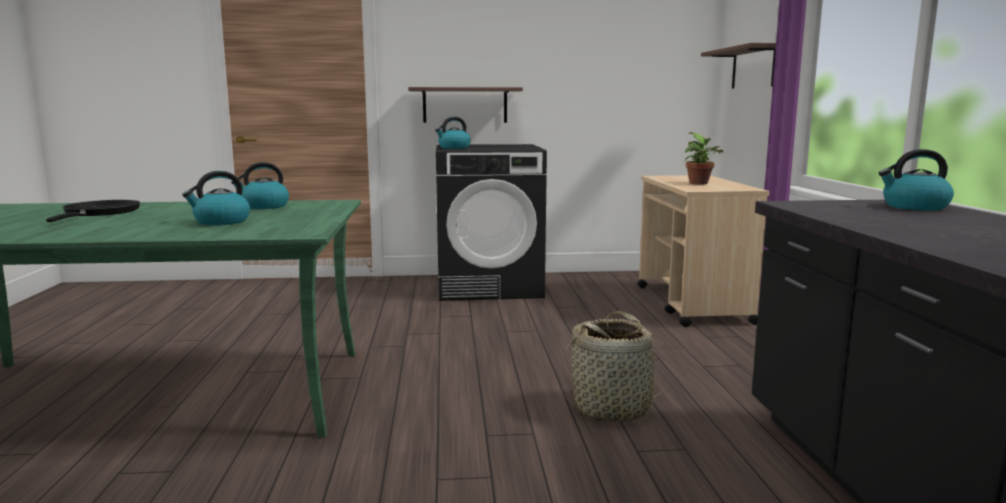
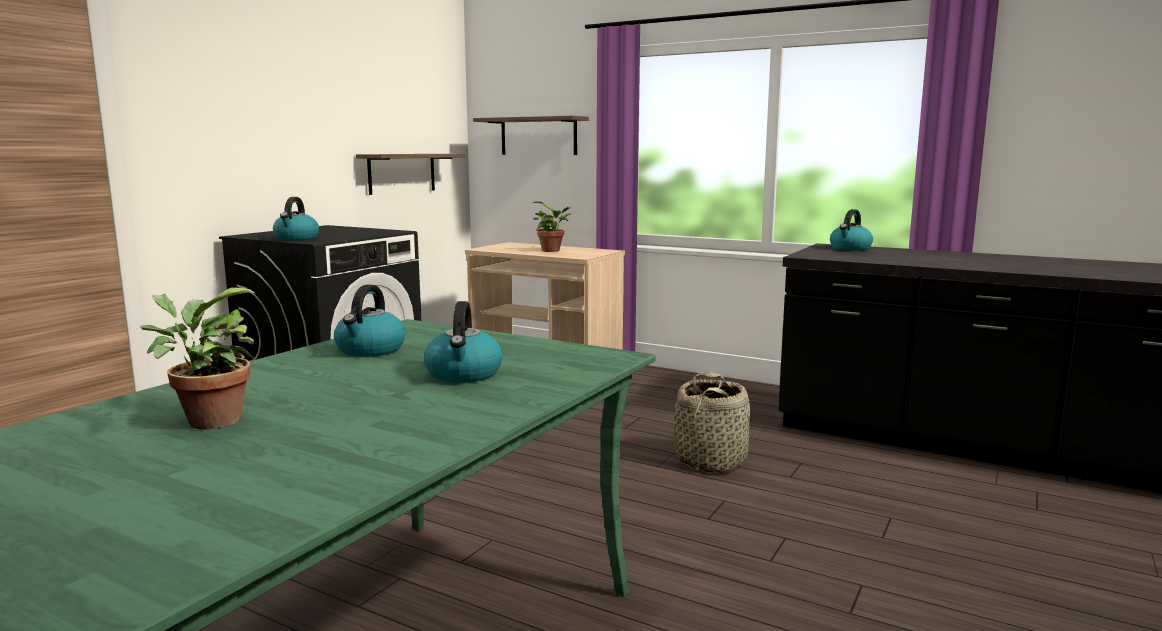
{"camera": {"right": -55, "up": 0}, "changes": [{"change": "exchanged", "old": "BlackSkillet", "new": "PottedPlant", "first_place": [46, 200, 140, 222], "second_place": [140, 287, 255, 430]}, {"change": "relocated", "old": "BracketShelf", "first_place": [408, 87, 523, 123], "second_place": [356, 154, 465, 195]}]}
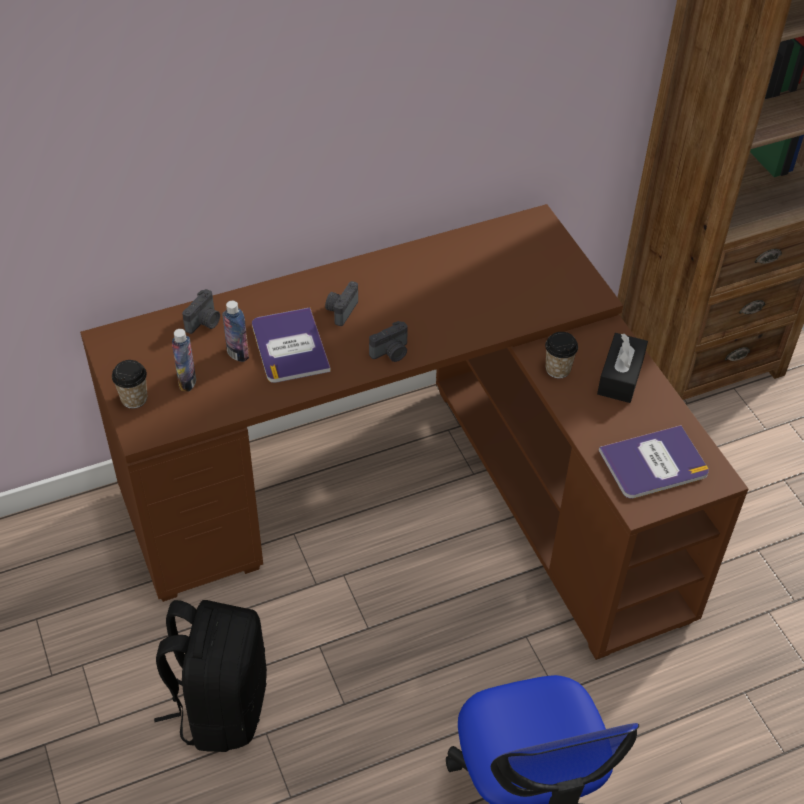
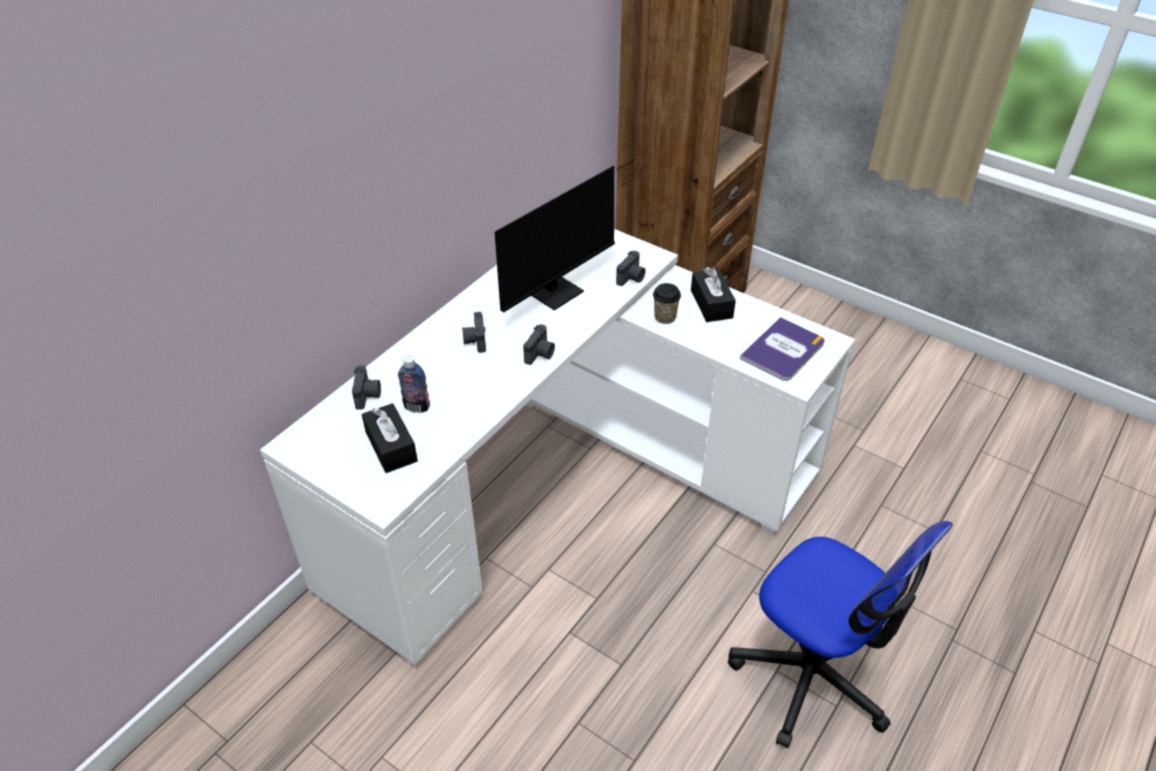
{"camera": {"right": -30, "up": -5}, "changes": [{"change": "colour", "old": "BrownColouredDesk", "new": "WhitishDesk", "first_place": [80, 204, 748, 660], "second_place": [260, 229, 855, 667]}, {"change": "exchanged", "old": "Bottle", "new": "BlackBoxOfTissues", "first_place": [172, 329, 196, 392], "second_place": [362, 403, 418, 473]}, {"change": "appeared", "new": "ComputerDisplay", "second_place": [495, 159, 649, 312]}, {"change": "appeared", "new": "PhotoCamera", "second_place": [616, 251, 646, 286]}, {"change": "missing", "old": "SmallCup", "first_place": [112, 360, 147, 409]}, {"change": "missing", "old": "BlackRucksack", "first_place": [154, 600, 267, 752]}, {"change": "missing", "old": "BoundBook", "first_place": [252, 307, 331, 383]}]}
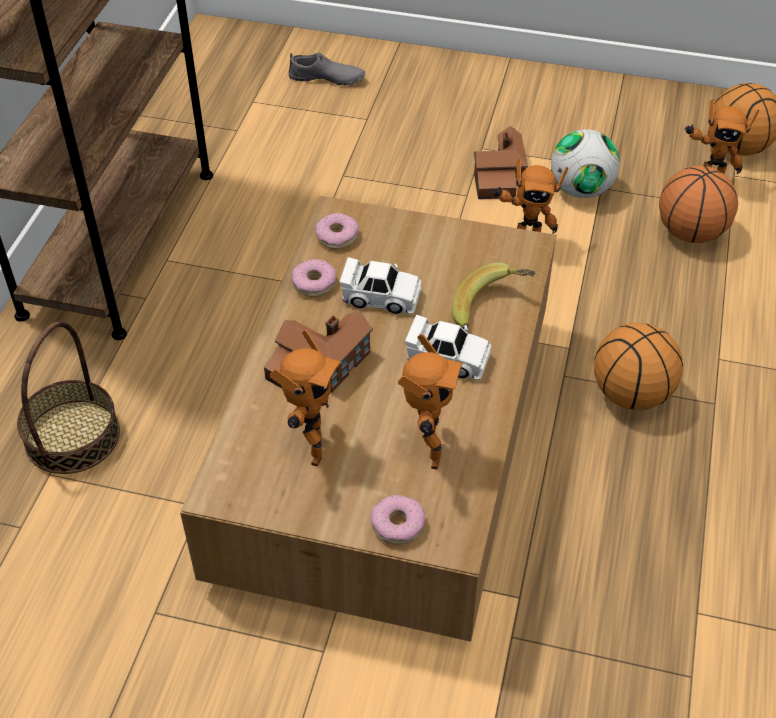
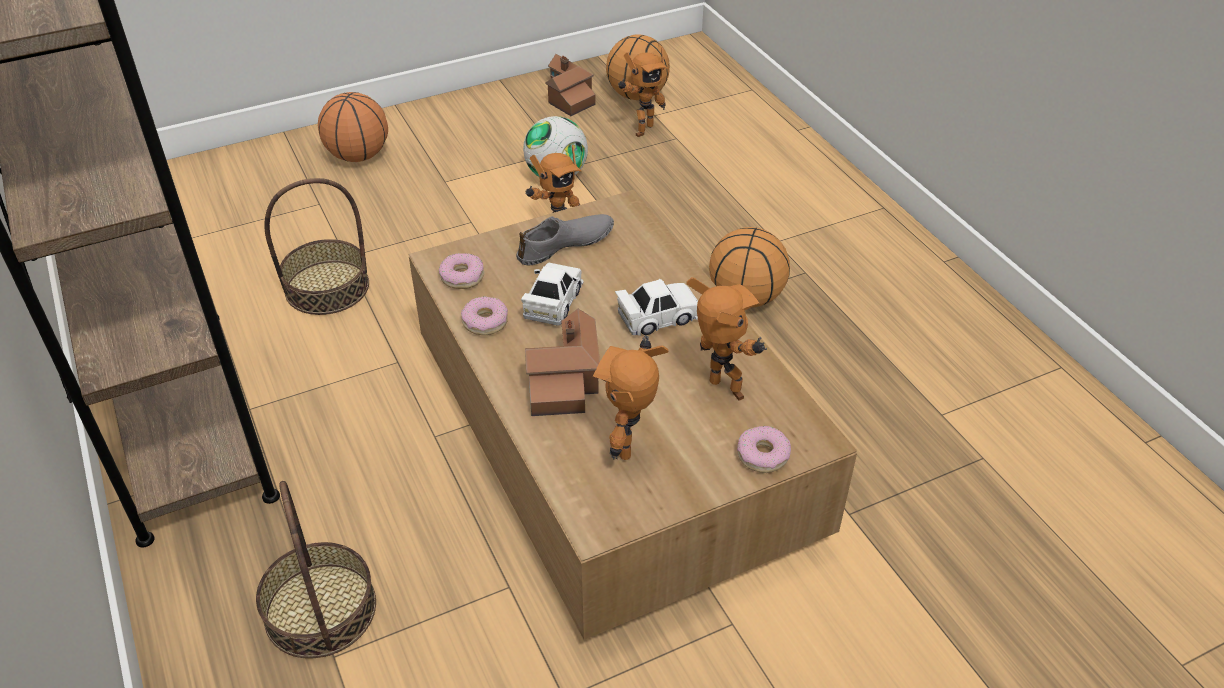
{"camera": {"right": -40, "up": -5}, "changes": [{"change": "appeared", "new": "StorageBasket", "second_place": [264, 178, 369, 315]}, {"change": "relocated", "old": "Basketball", "first_place": [659, 166, 738, 243], "second_place": [318, 92, 388, 162]}, {"change": "relocated", "old": "GrayLowShoe", "first_place": [288, 52, 365, 85], "second_place": [516, 214, 614, 265]}, {"change": "spun", "old": "WhitishToyCar", "first_place": [339, 257, 421, 314], "second_place": [521, 263, 584, 326], "degrees": -45}, {"change": "relocated", "old": "ToyHouse", "first_place": [474, 126, 528, 199], "second_place": [545, 54, 596, 116]}, {"change": "spun", "old": "ModelRobot", "first_place": [270, 330, 342, 466], "second_place": [593, 335, 669, 460], "degrees": -135}, {"change": "missing", "old": "WholeBanana", "first_place": [452, 263, 535, 329]}]}
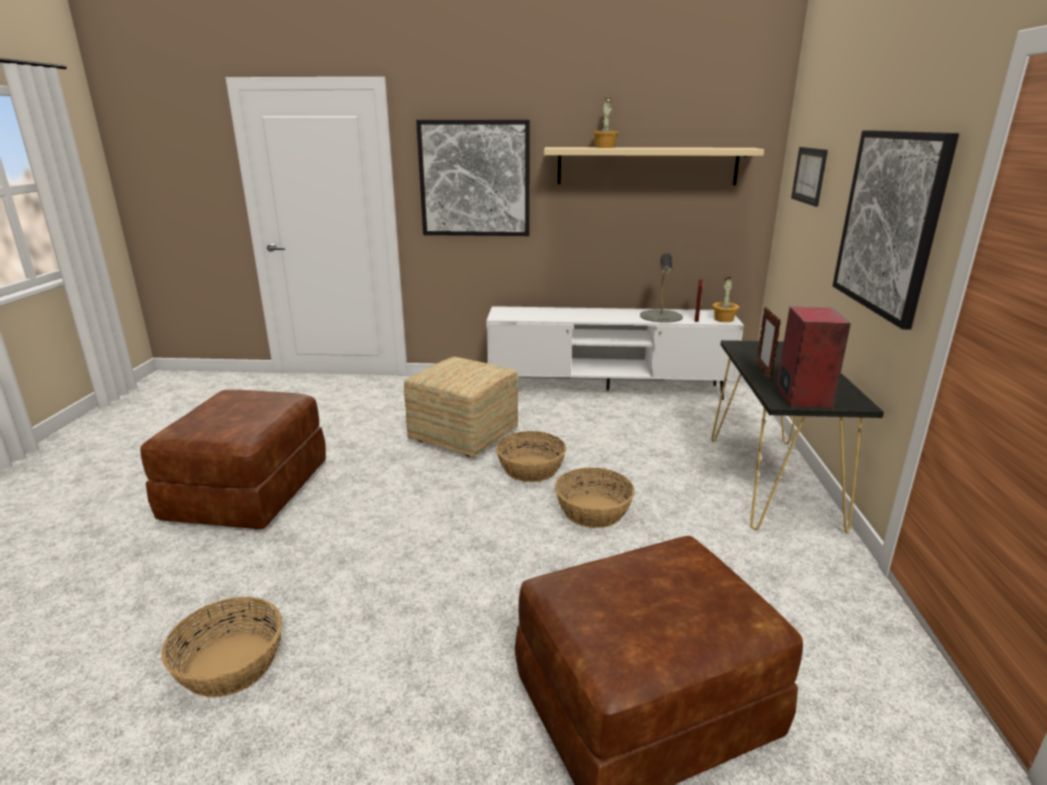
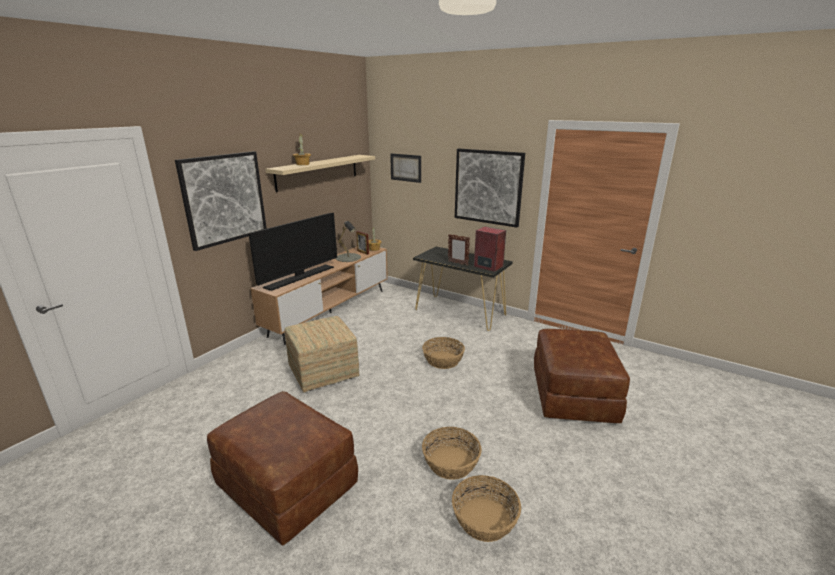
{"camera": {"right": -60, "up": 0}, "changes": [{"change": "appeared", "new": "Television", "second_place": [248, 213, 337, 291]}, {"change": "colour", "old": "WhitishTvStand", "new": "BrownColouredTvStand", "first_place": [486, 306, 744, 400], "second_place": [250, 247, 388, 345]}, {"change": "relocated", "old": "StorageBasket", "first_place": [496, 431, 566, 482], "second_place": [422, 427, 481, 480]}]}
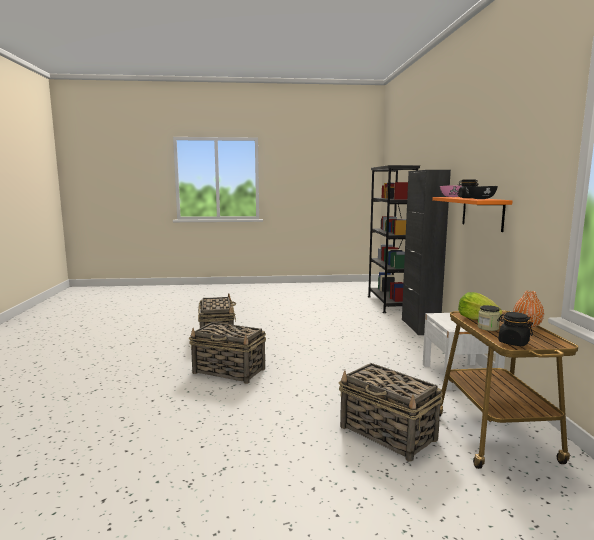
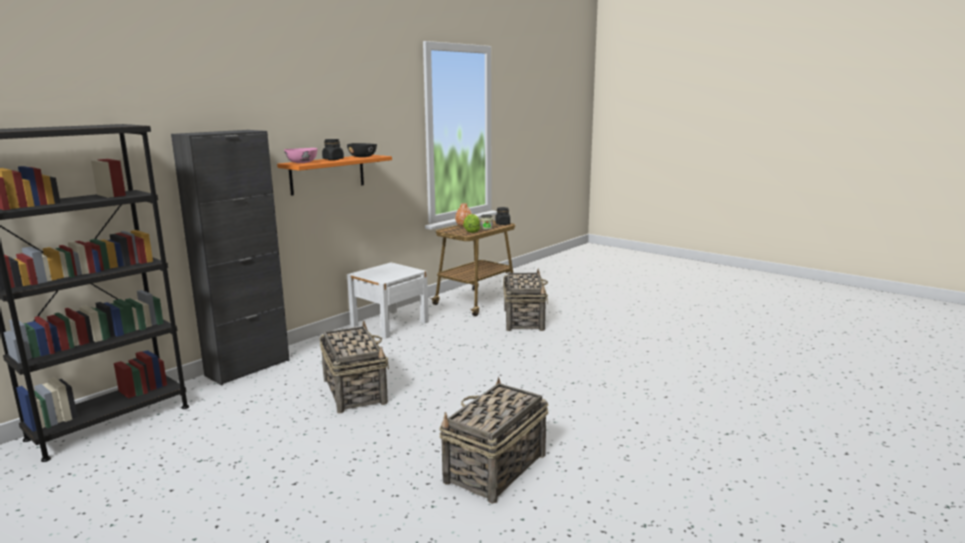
{"camera": {"right": -135, "up": 5}, "changes": [{"change": "relocated", "old": "StorageBasket", "first_place": [189, 322, 266, 384], "second_place": [320, 321, 389, 413]}]}
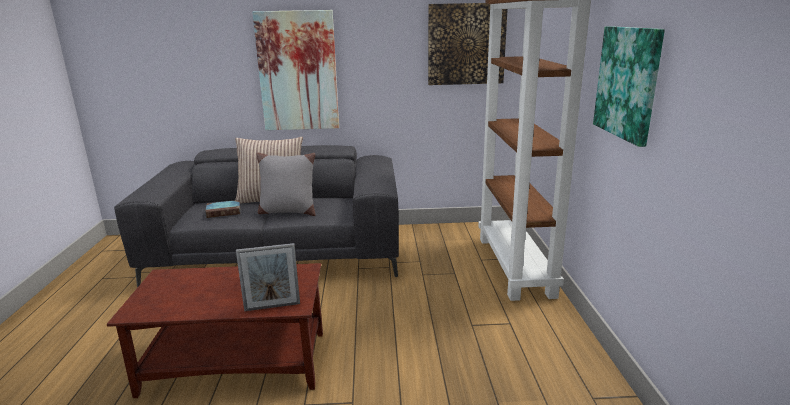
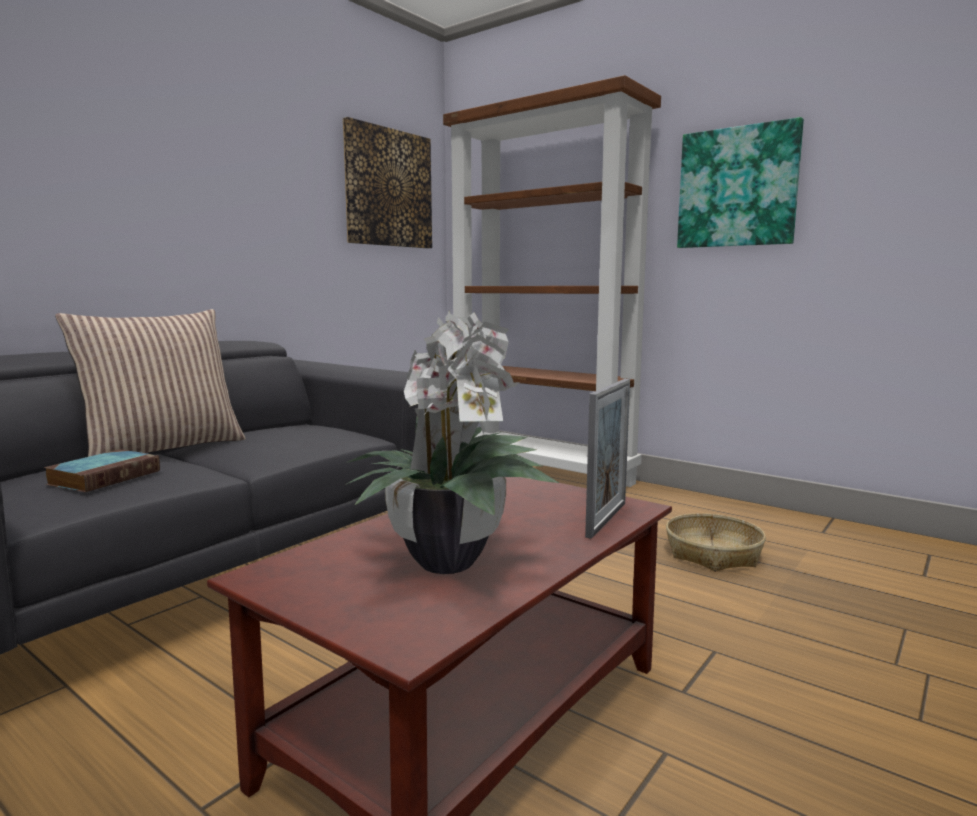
{"camera": {"right": -50, "up": -10}, "changes": [{"change": "appeared", "new": "PottedPlant", "second_place": [346, 311, 559, 574]}, {"change": "appeared", "new": "StorageBasket", "second_place": [666, 513, 766, 571]}, {"change": "missing", "old": "WallArt", "first_place": [252, 10, 339, 130]}, {"change": "missing", "old": "GrayCushion", "first_place": [256, 153, 315, 216]}]}
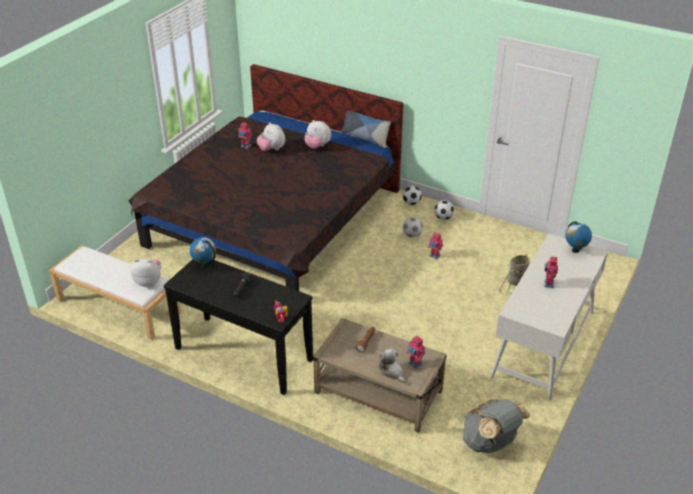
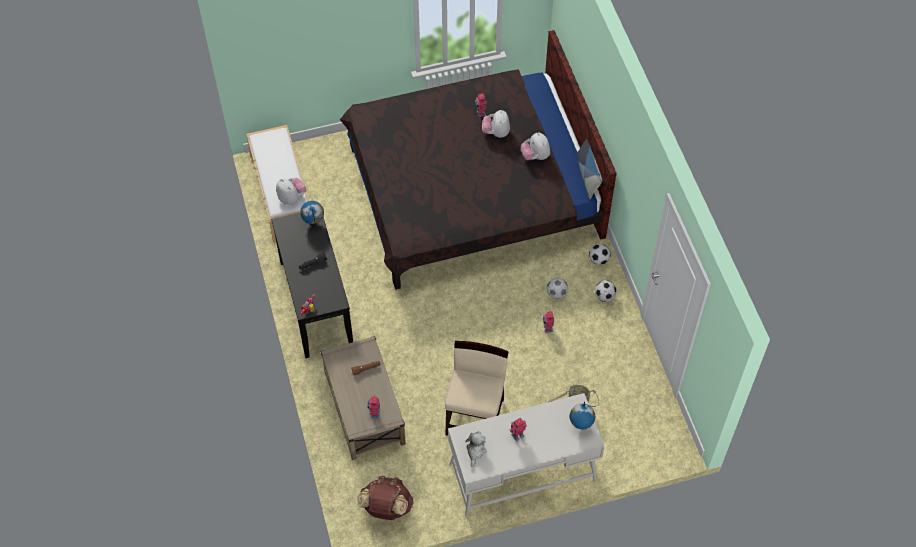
{"camera": {"right": 45, "up": 20}, "changes": [{"change": "colour", "old": "GrayRucksack", "new": "BrownColouredRucksack", "first_place": [463, 399, 530, 453], "second_place": [357, 476, 414, 520]}, {"change": "appeared", "new": "BeigeColouredChair", "second_place": [444, 341, 509, 436]}, {"change": "relocated", "old": "PlushToy", "first_place": [379, 348, 405, 383], "second_place": [465, 432, 486, 467]}]}
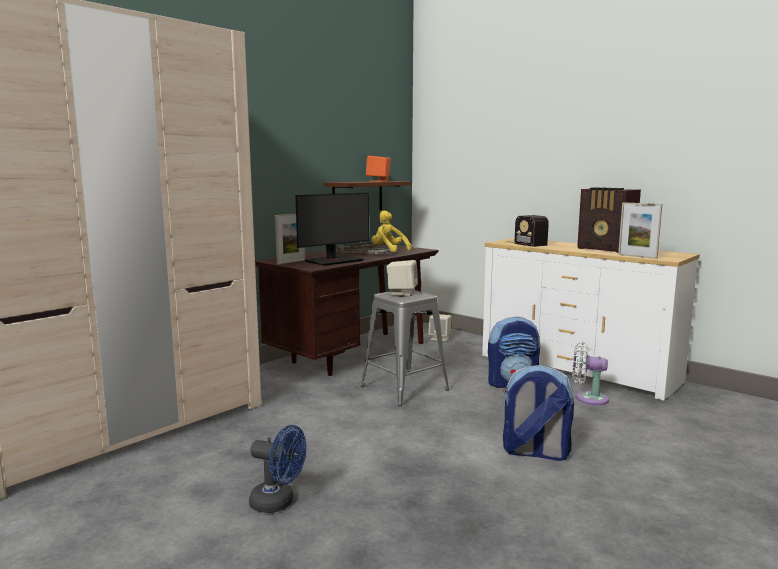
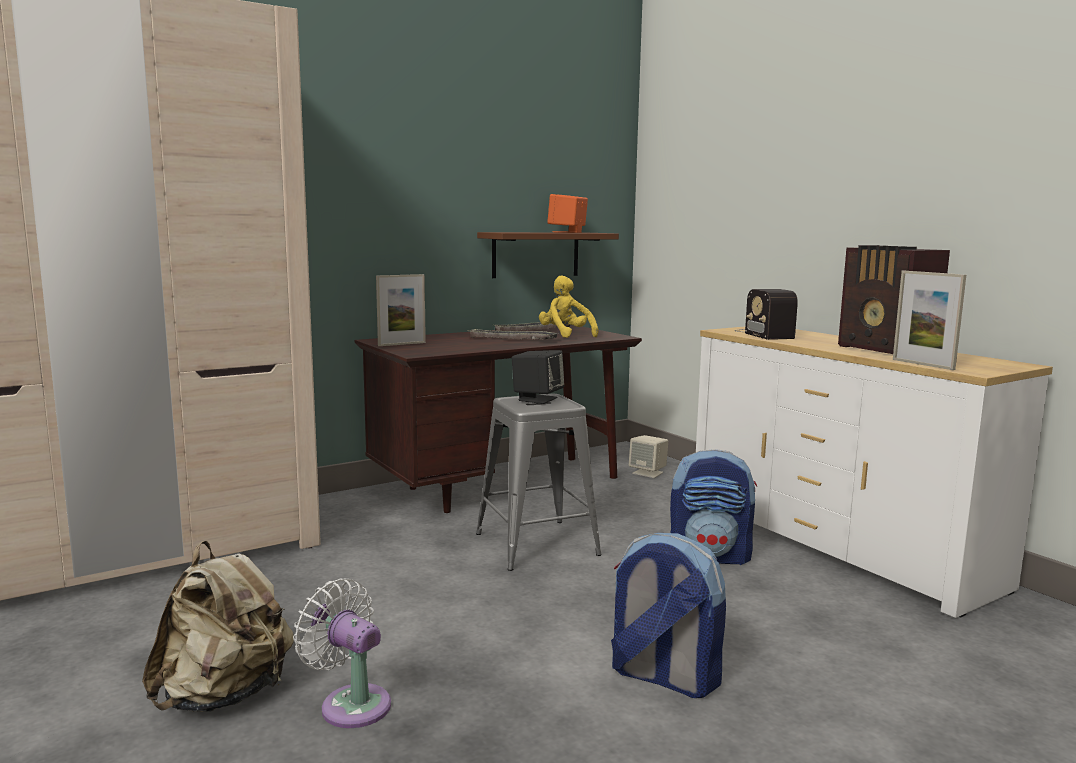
{"camera": {"right": 15, "up": 0}, "changes": [{"change": "exchanged", "old": "BlueElectricFan", "new": "BeigeColouredRucksack", "first_place": [249, 425, 306, 513], "second_place": [142, 541, 294, 712]}, {"change": "relocated", "old": "WhitishElectricFan", "first_place": [572, 342, 609, 405], "second_place": [293, 579, 391, 728]}, {"change": "colour", "old": "BeigeColouredSpeaker", "new": "BlackSpeaker", "first_place": [387, 260, 418, 296], "second_place": [512, 350, 564, 404]}, {"change": "missing", "old": "ComputerDisplay", "first_place": [296, 193, 369, 266]}]}
